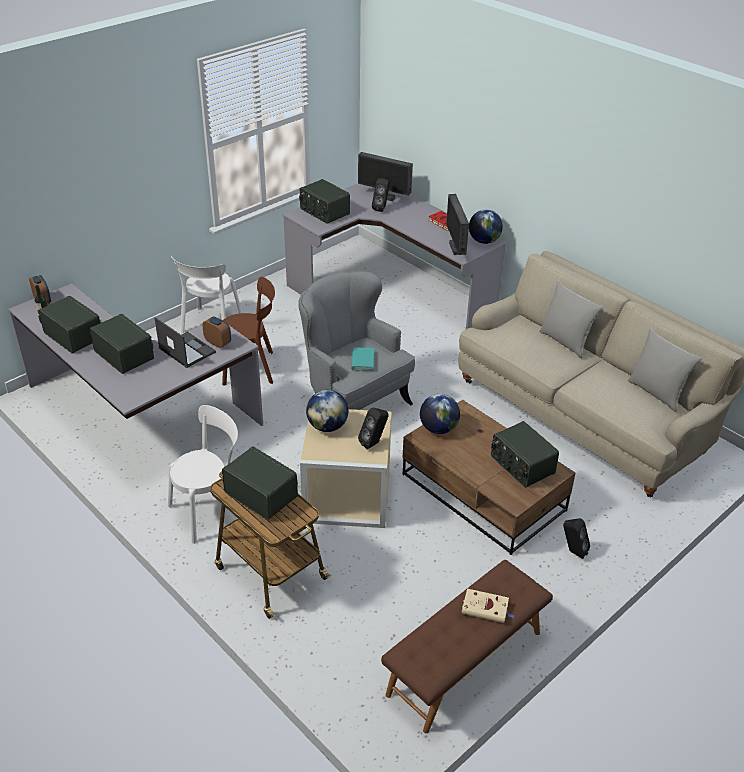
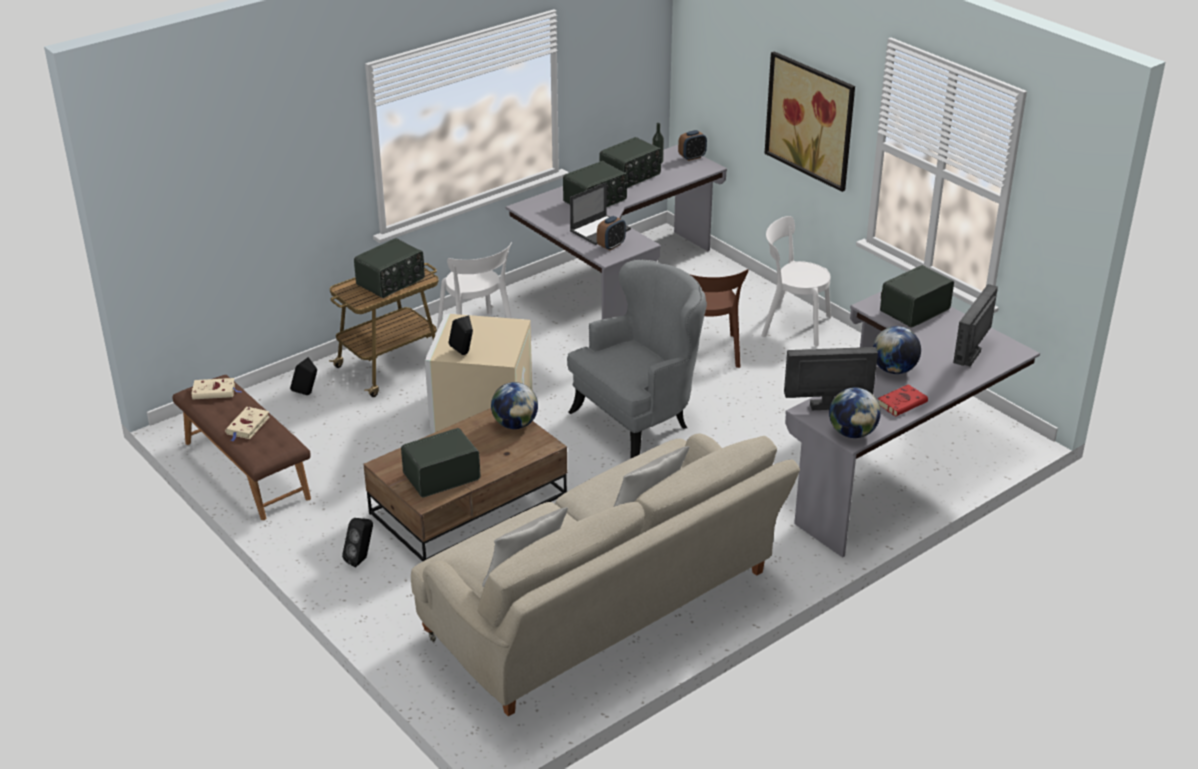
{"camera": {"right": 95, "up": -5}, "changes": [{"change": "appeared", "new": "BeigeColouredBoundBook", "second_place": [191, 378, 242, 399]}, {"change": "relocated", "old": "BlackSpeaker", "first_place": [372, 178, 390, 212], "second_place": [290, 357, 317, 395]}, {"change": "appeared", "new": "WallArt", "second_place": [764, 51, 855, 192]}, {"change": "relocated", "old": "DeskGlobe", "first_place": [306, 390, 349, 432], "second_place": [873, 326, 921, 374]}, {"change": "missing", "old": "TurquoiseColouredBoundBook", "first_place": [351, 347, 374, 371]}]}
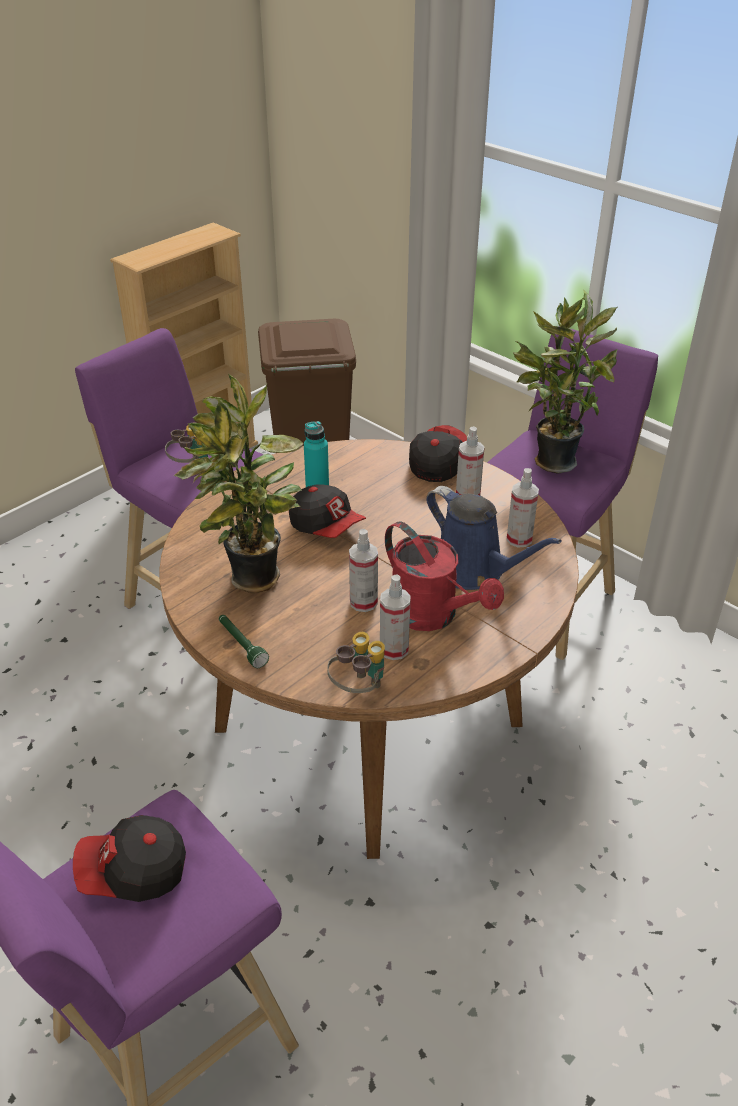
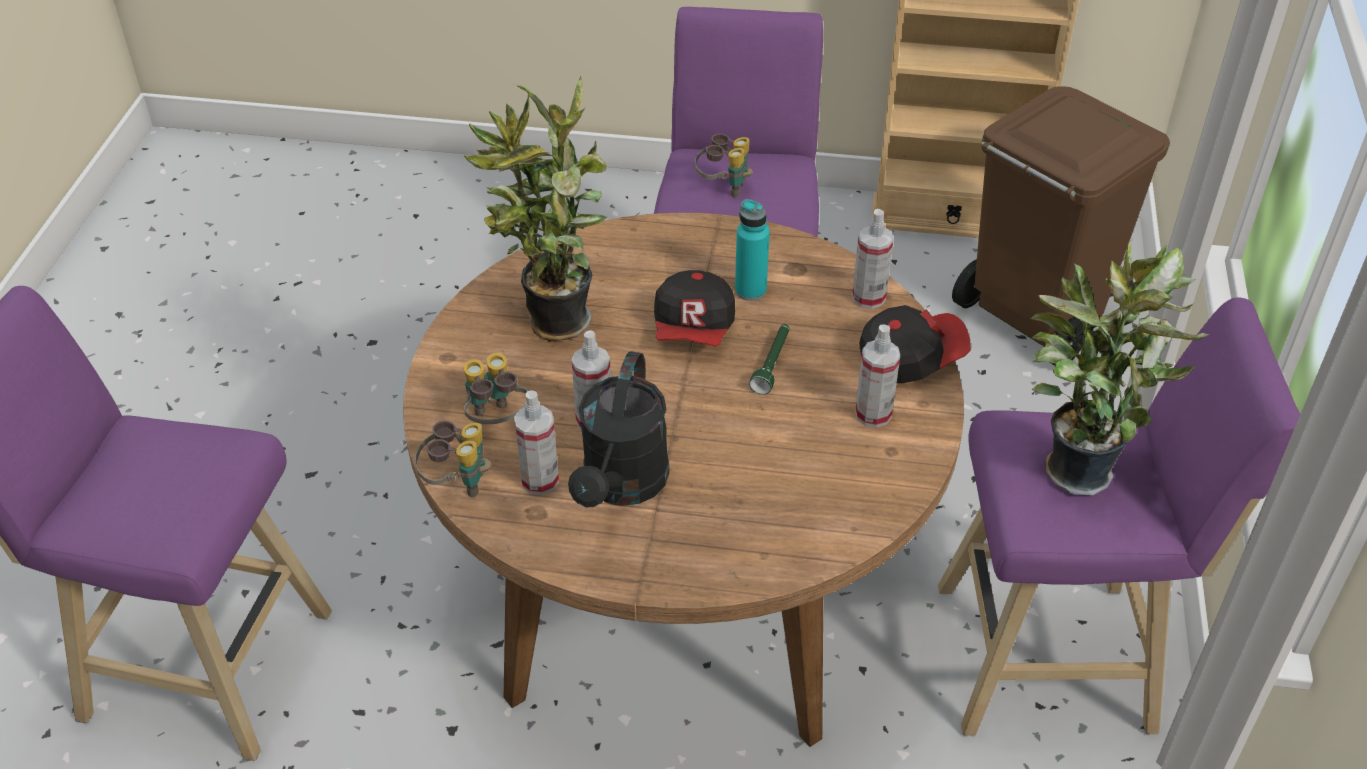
{"camera": {"right": 55, "up": 5}, "changes": [{"change": "appeared", "new": "FieldGlasses", "second_place": [464, 353, 528, 424]}, {"change": "colour", "old": "ReddishWateringCan", "new": "BlackWateringCan", "first_place": [385, 522, 504, 631], "second_place": [568, 351, 670, 507]}, {"change": "relocated", "old": "GreenHandTorch", "first_place": [219, 615, 269, 668], "second_place": [749, 324, 790, 395]}, {"change": "relocated", "old": "Sprayer", "first_place": [507, 468, 539, 547], "second_place": [852, 209, 894, 309]}, {"change": "missing", "old": "Cap", "first_place": [73, 815, 186, 902]}, {"change": "missing", "old": "BlueWateringCan", "first_place": [426, 486, 562, 590]}]}
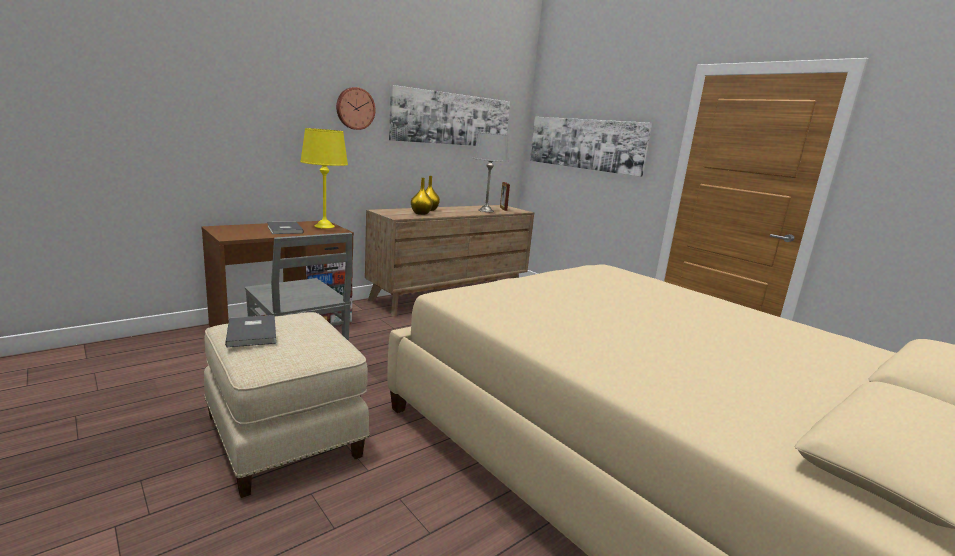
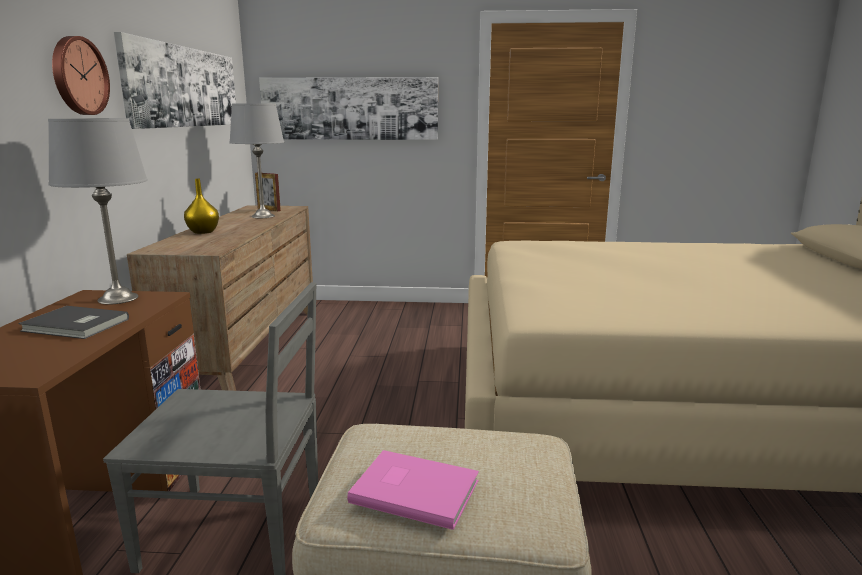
{"camera": {"right": -45, "up": 0}, "changes": [{"change": "colour", "old": "YellowishLampForATable", "new": "GrayLampForATable", "first_place": [300, 128, 348, 229], "second_place": [48, 118, 148, 305]}, {"change": "colour", "old": "GrayBoundBook", "new": "PinkishBoundBook", "first_place": [225, 315, 276, 347], "second_place": [347, 450, 479, 530]}, {"change": "missing", "old": "YellowishDecorativeVase", "first_place": [411, 178, 433, 215]}]}
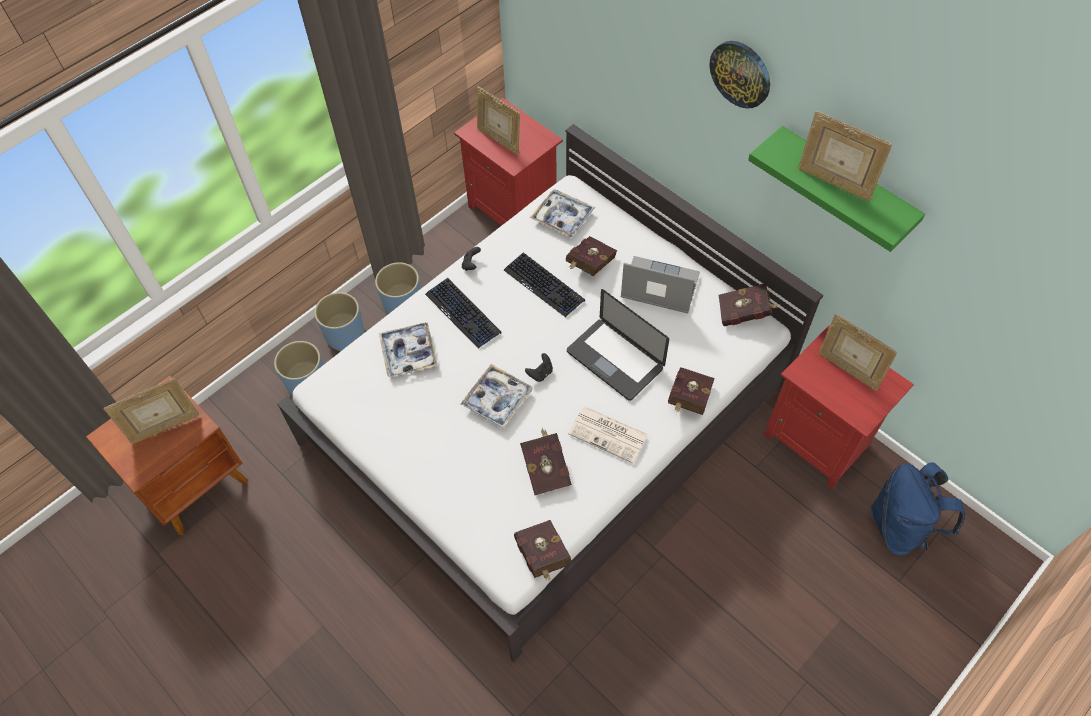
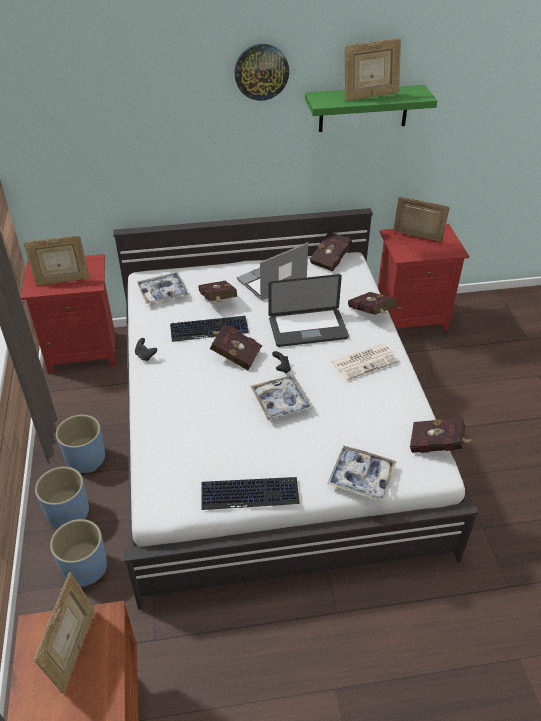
{"camera": {"right": -55, "up": -15}, "changes": [{"change": "relocated", "old": "ComputerKeyboard", "first_place": [425, 278, 501, 349], "second_place": [201, 477, 300, 510]}, {"change": "relocated", "old": "ReddishBoundBook", "first_place": [520, 428, 572, 495], "second_place": [210, 324, 262, 370]}, {"change": "relocated", "old": "ServingTray", "first_place": [379, 323, 438, 377], "second_place": [327, 446, 397, 501]}, {"change": "spun", "old": "StandingFrame", "first_place": [819, 314, 897, 391], "second_place": [393, 196, 450, 242], "degrees": -150}, {"change": "missing", "old": "BlueRucksack", "first_place": [871, 462, 965, 555]}]}
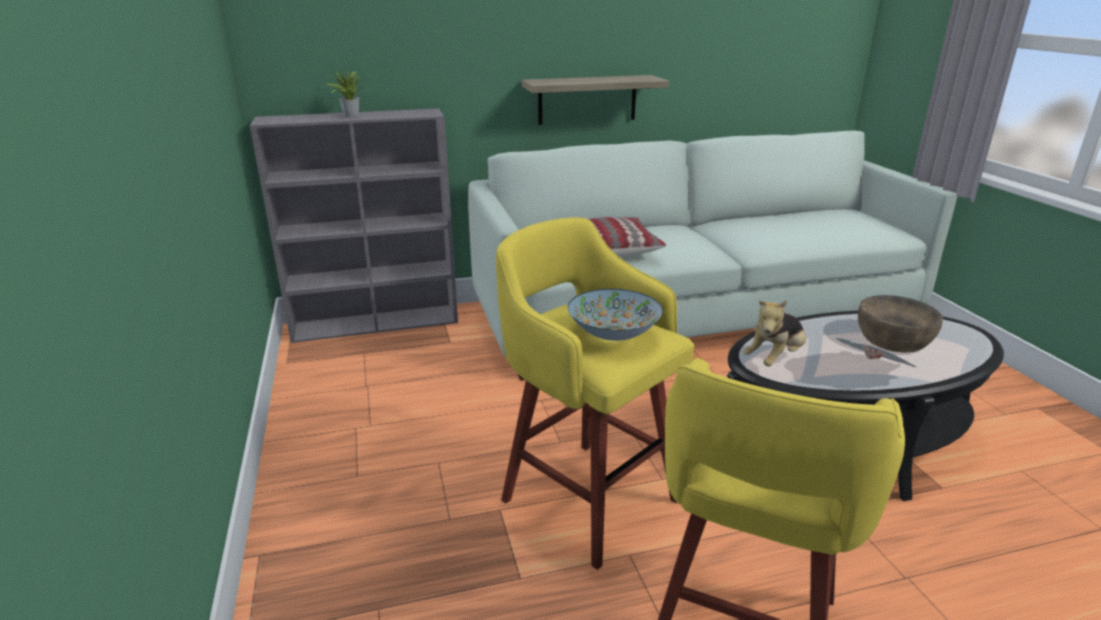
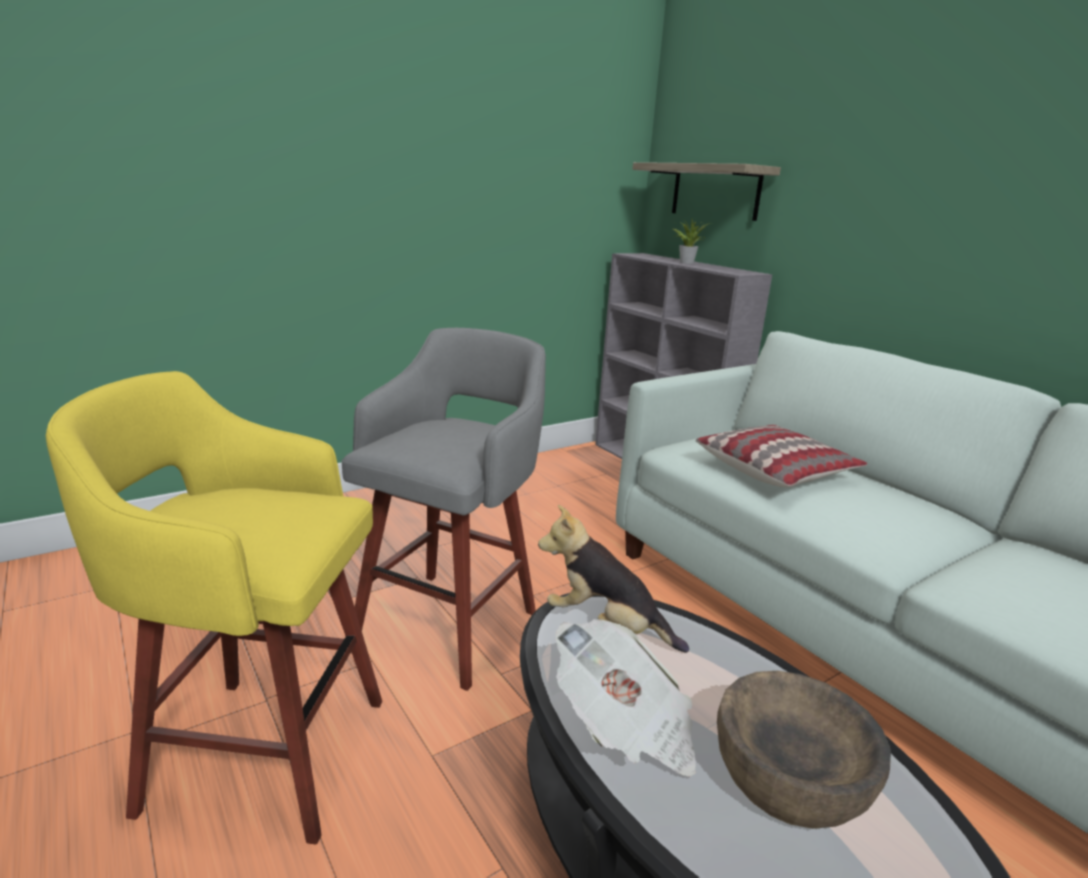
{"camera": {"right": 70, "up": -5}, "changes": [{"change": "colour", "old": "YellowishStool", "new": "GrayStool", "first_place": [496, 218, 694, 570], "second_place": [342, 328, 546, 691]}, {"change": "relocated", "old": "BracketShelf", "first_place": [522, 75, 669, 125], "second_place": [632, 162, 781, 221]}, {"change": "missing", "old": "ServingBowl", "first_place": [567, 289, 663, 341]}]}
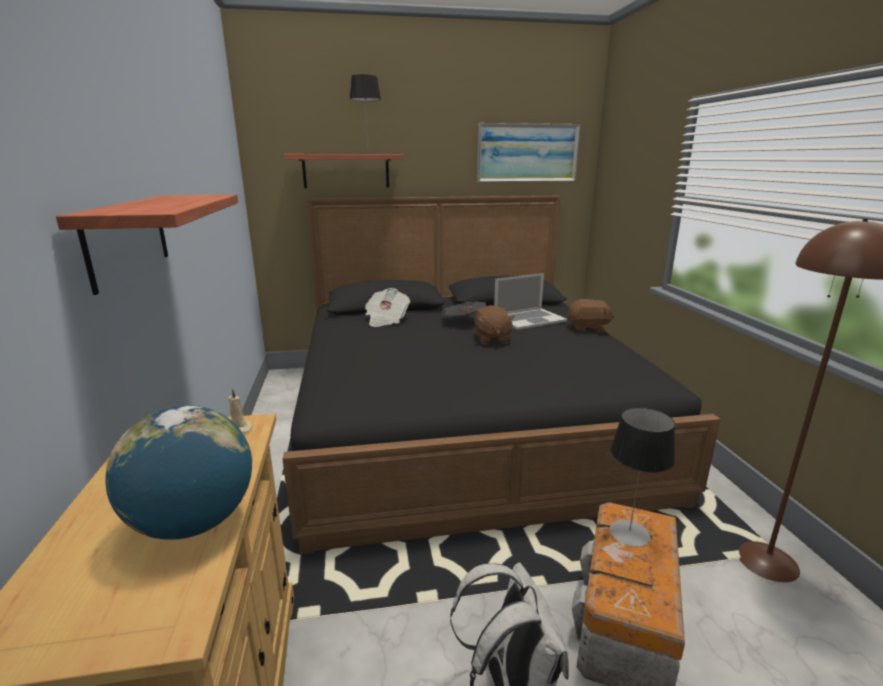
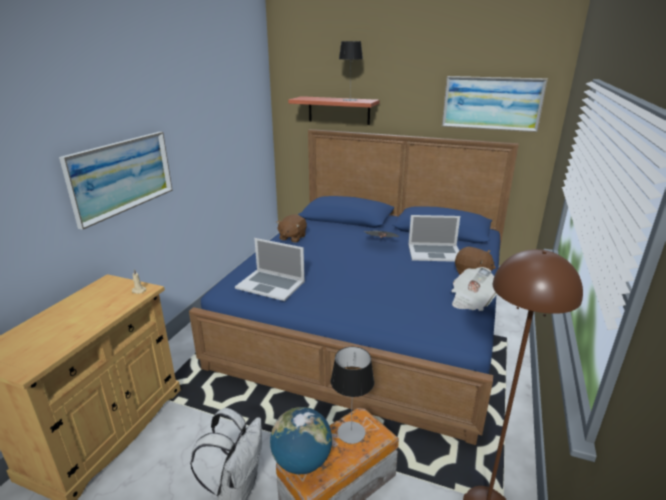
{"camera": {"right": 30, "up": 5}, "changes": [{"change": "exchanged", "old": "BracketShelf", "new": "WallArt", "first_place": [56, 194, 238, 295], "second_place": [59, 132, 173, 230]}, {"change": "colour", "old": "BlackBed", "new": "BlueBed", "first_place": [282, 196, 721, 555], "second_place": [189, 129, 519, 445]}, {"change": "appeared", "new": "NotebookComputer", "second_place": [235, 238, 305, 301]}, {"change": "relocated", "old": "DeskGlobe", "first_place": [105, 405, 252, 540], "second_place": [270, 407, 332, 474]}, {"change": "relocated", "old": "BrownColouredPlushToy", "first_place": [474, 305, 515, 345], "second_place": [276, 215, 307, 243]}, {"change": "relocated", "old": "DailyPaper", "first_place": [365, 288, 410, 327], "second_place": [452, 267, 497, 311]}]}
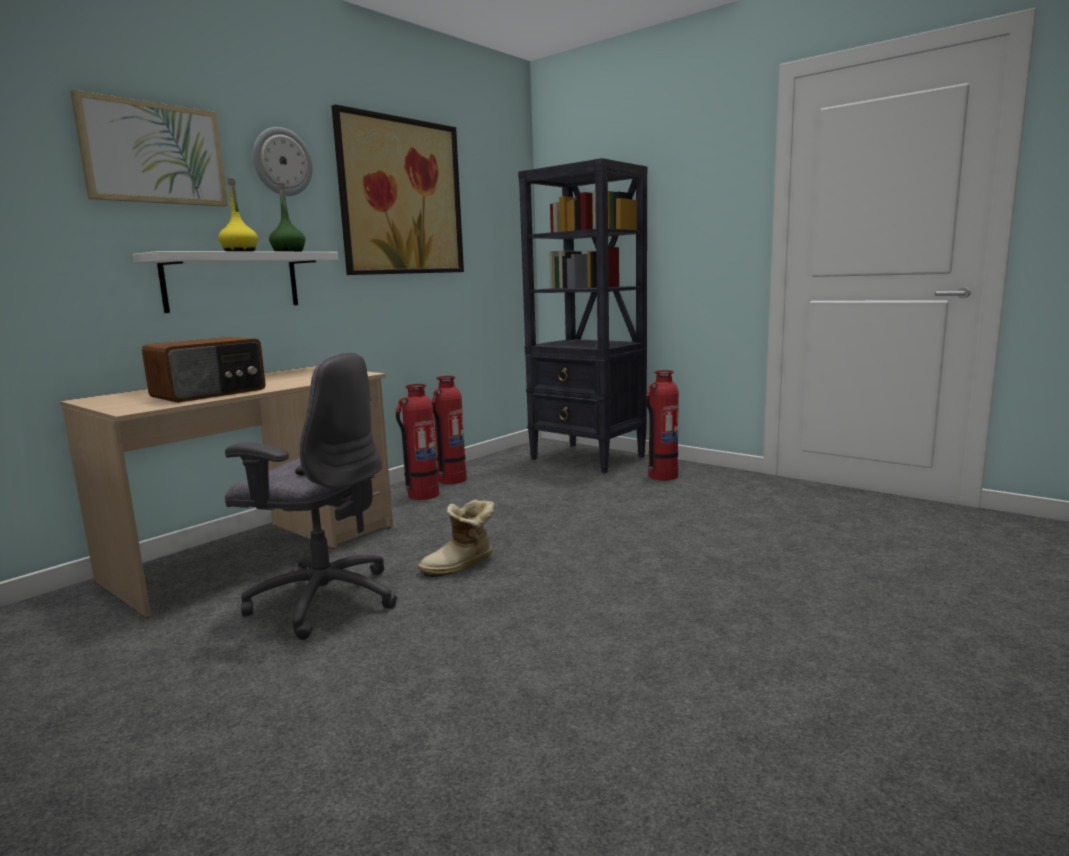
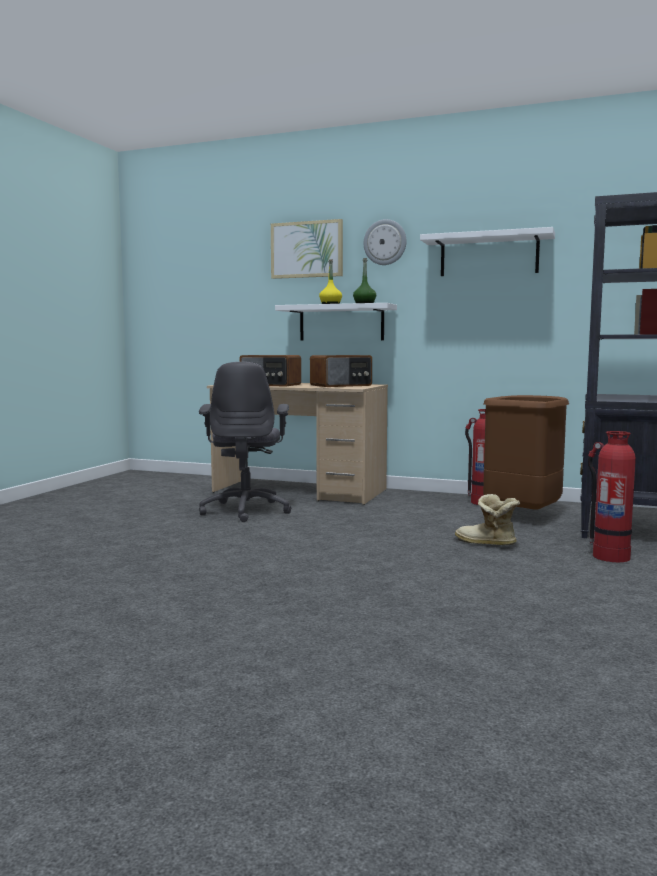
{"camera": {"right": 70, "up": -5}, "changes": [{"change": "appeared", "new": "Radio", "second_place": [310, 355, 372, 387]}, {"change": "exchanged", "old": "WallArt", "new": "WhitishBracketShelf", "first_place": [331, 104, 464, 275], "second_place": [420, 227, 555, 276]}, {"change": "relocated", "old": "Boot", "first_place": [418, 499, 494, 577], "second_place": [455, 494, 520, 545]}, {"change": "appeared", "new": "BrownColouredTrashCan", "second_place": [483, 395, 569, 510]}, {"change": "missing", "old": "FireFightingCylinder", "first_place": [396, 384, 439, 500]}]}
